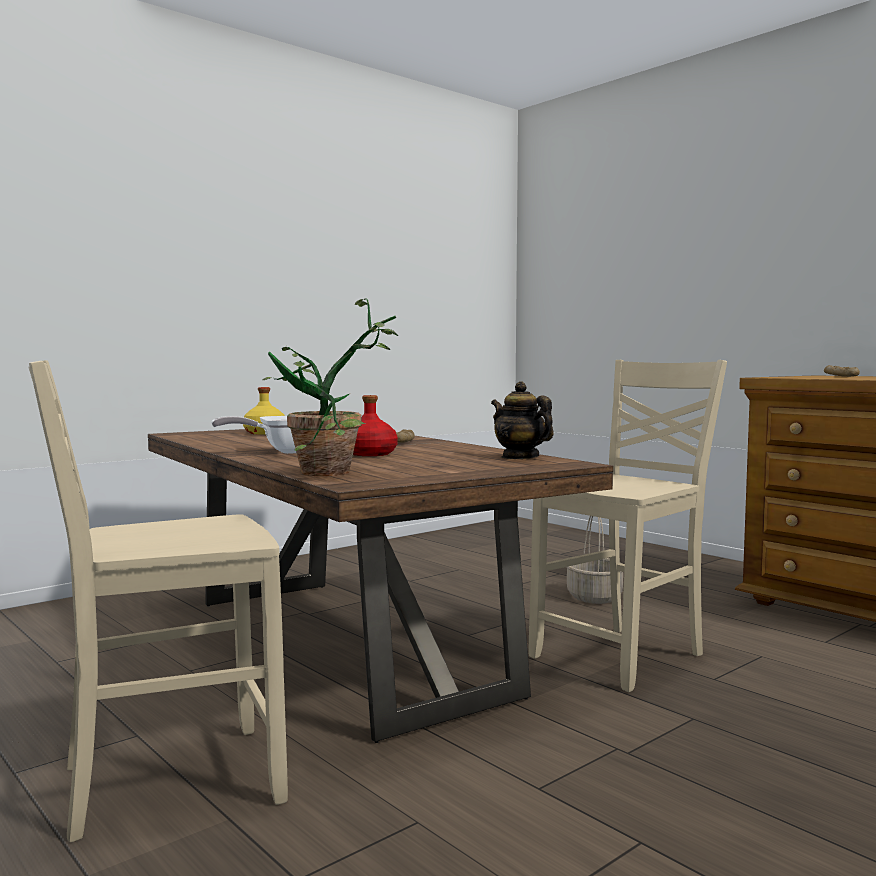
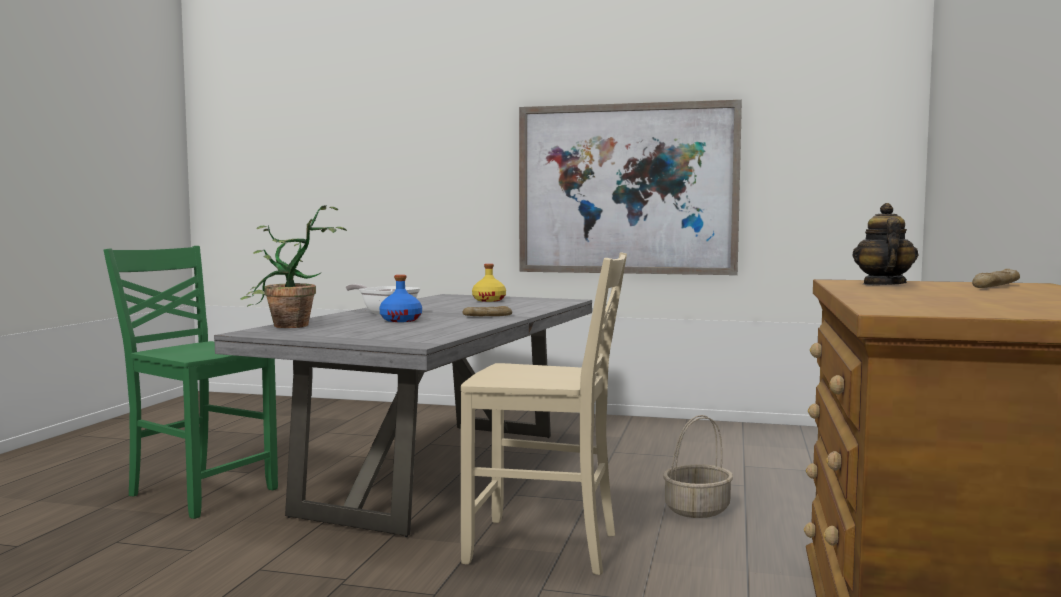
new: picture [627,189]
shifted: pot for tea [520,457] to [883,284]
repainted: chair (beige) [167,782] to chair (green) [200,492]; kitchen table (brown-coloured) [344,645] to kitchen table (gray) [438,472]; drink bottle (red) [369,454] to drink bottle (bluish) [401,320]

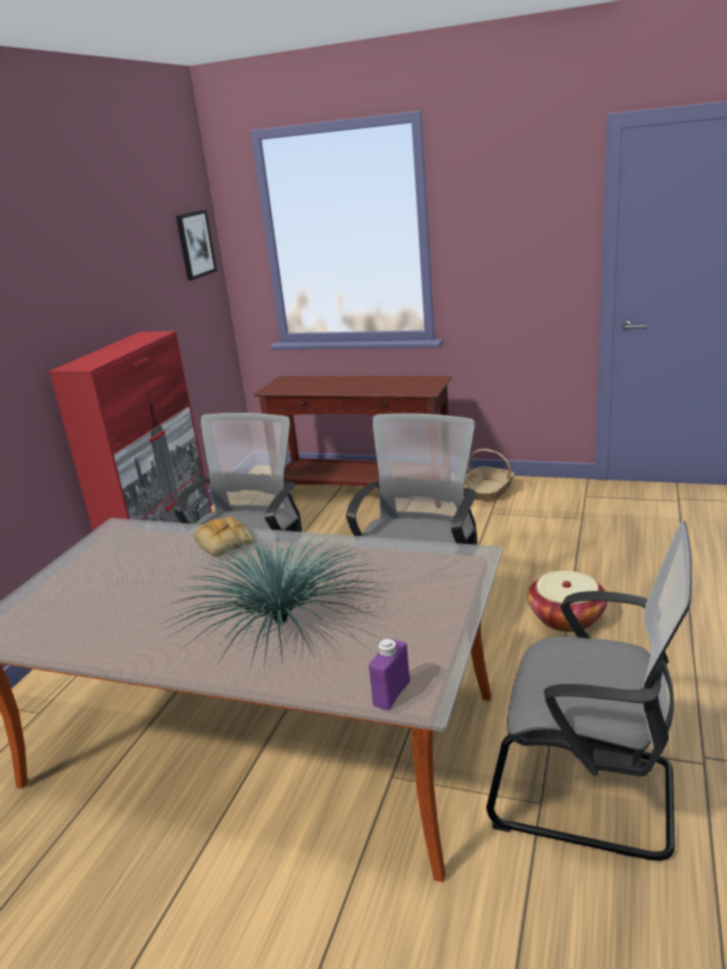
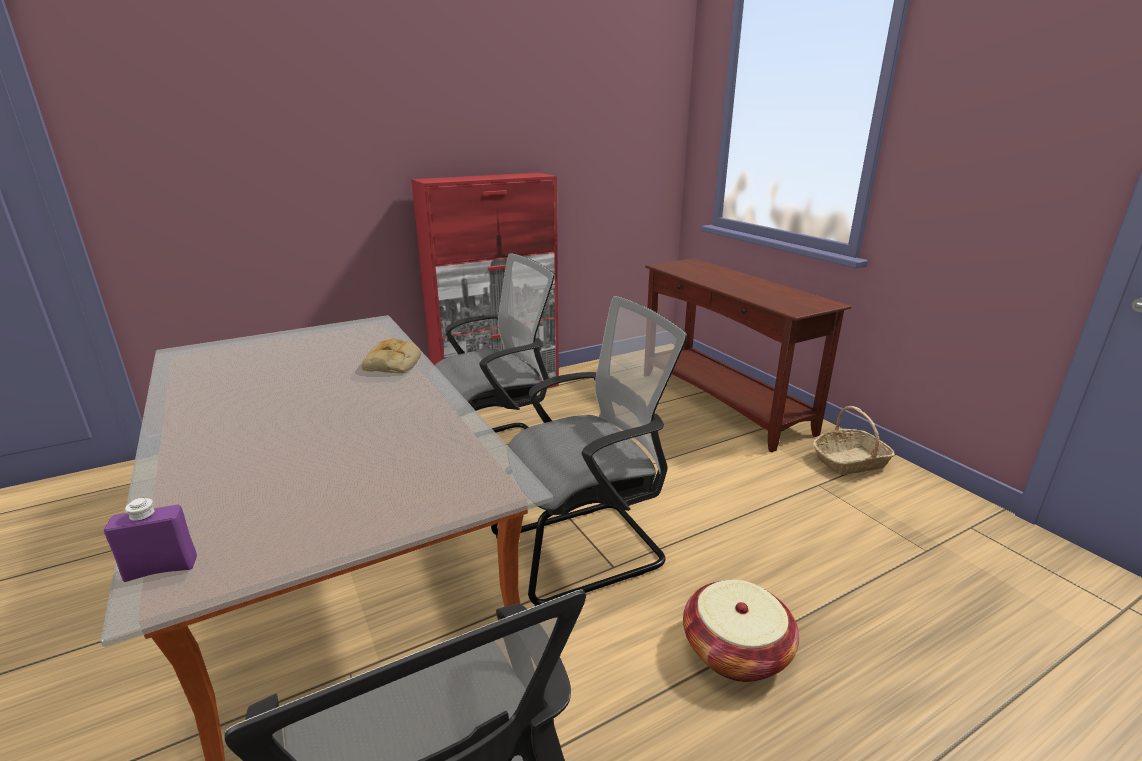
gone: plant in a pot [279,621]; picture [195,244]

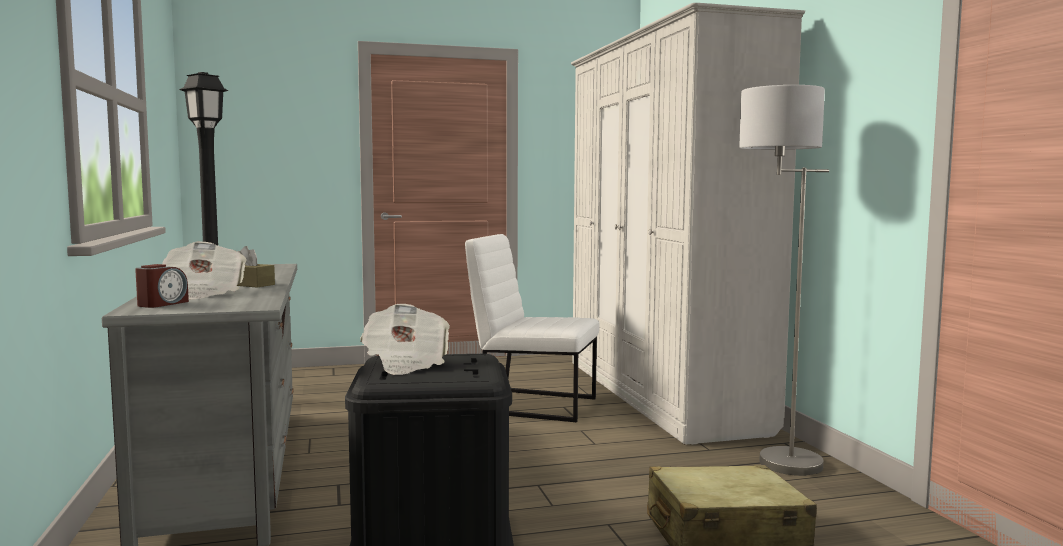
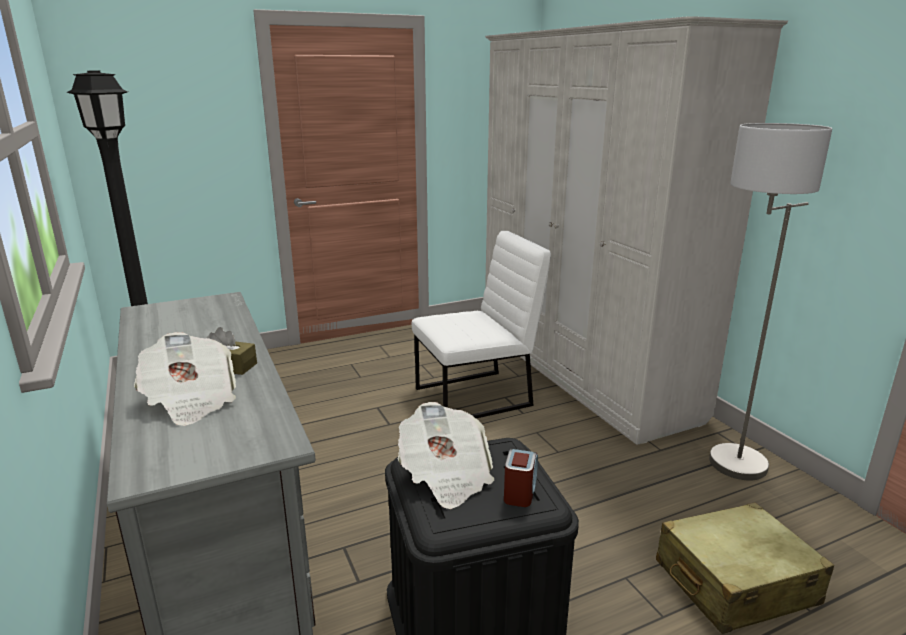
shifted: bedside clock [162,304] to [520,491]
rotated: chair (whitish) [533,404] = [476,396] 150 degrees clockwise

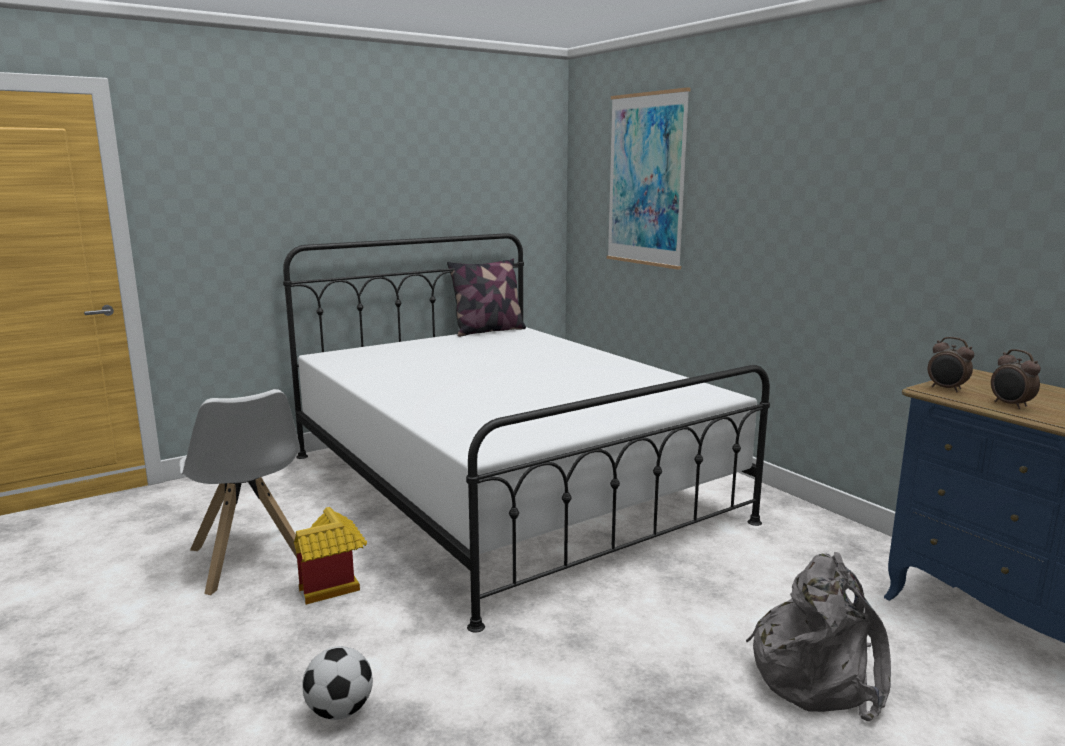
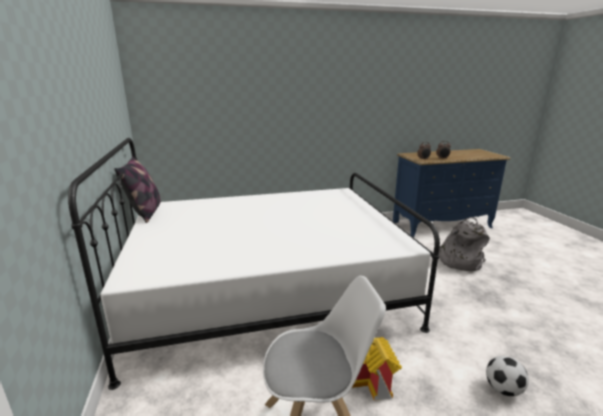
gone: picture [646,180]

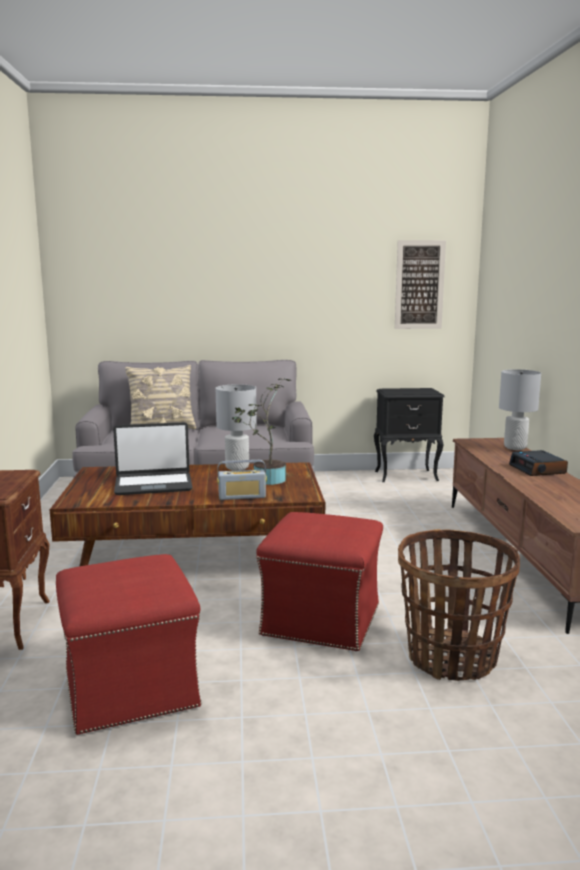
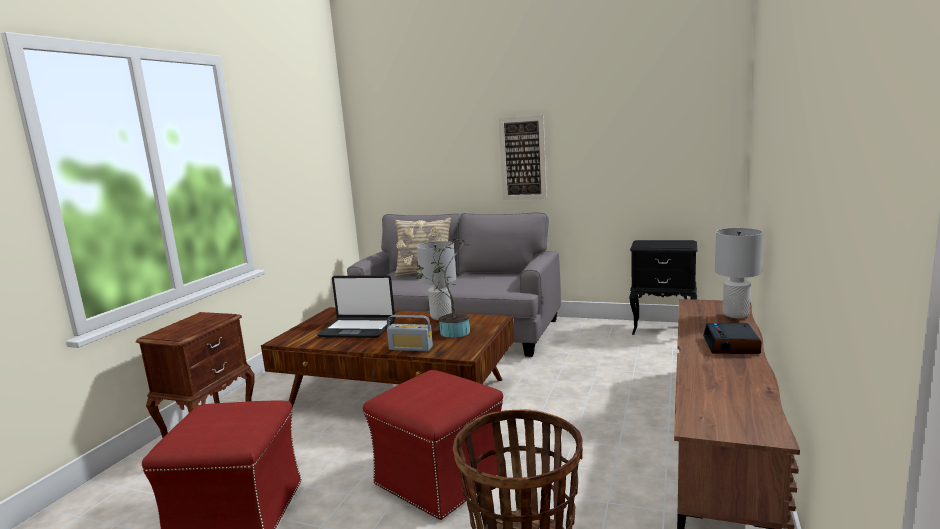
shifted: picture [419,285] to [522,158]

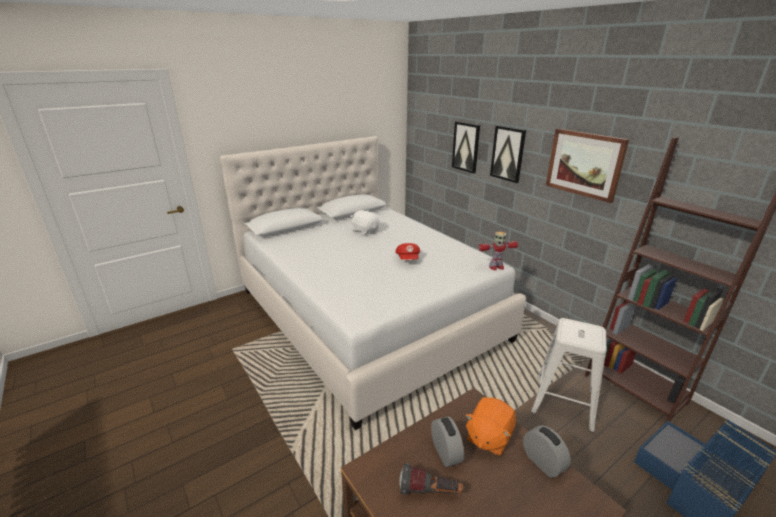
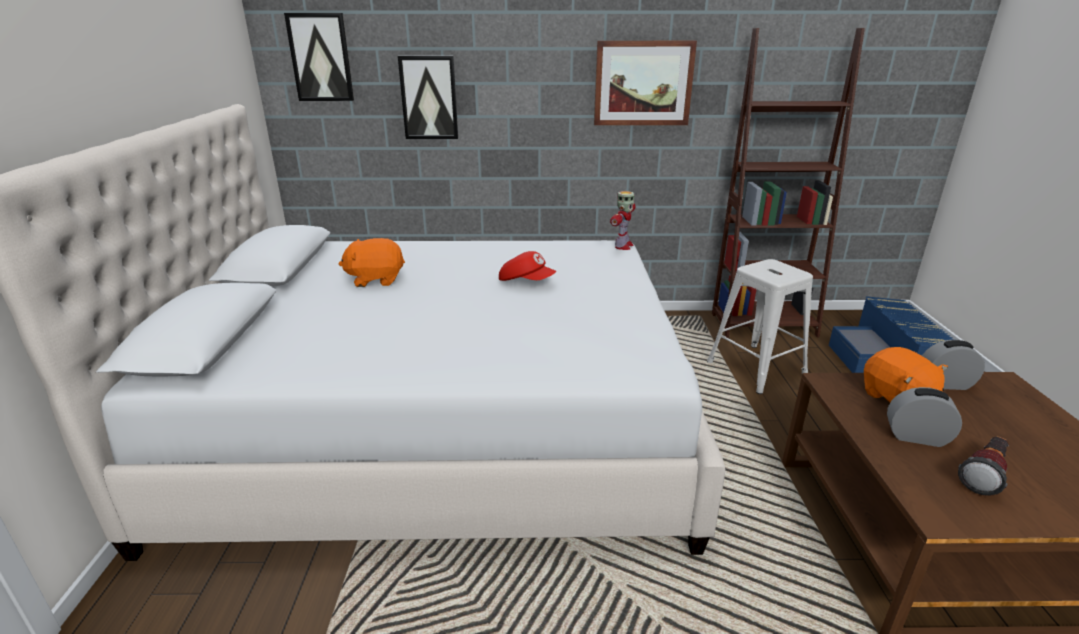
shifted: picture [508,154] to [321,57]
repainted: soft toy (whitish) [365,231] to soft toy (orangey) [376,279]

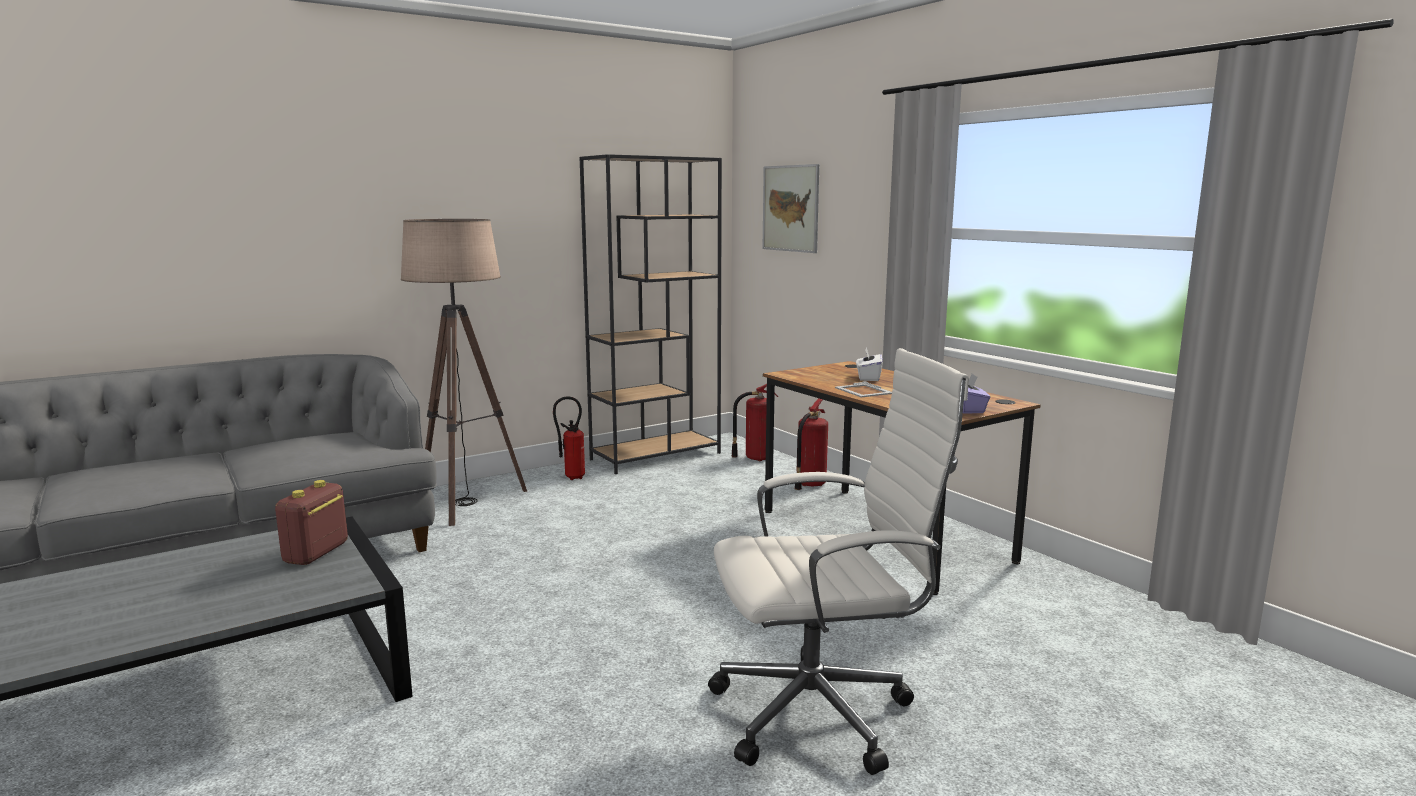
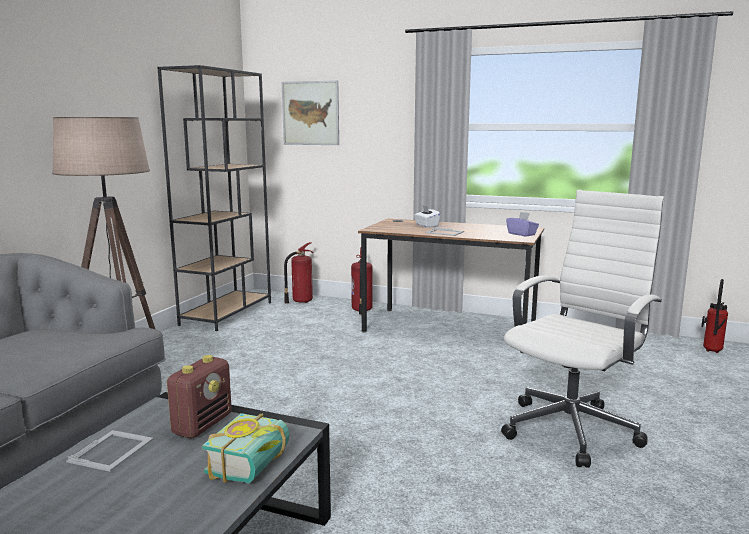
new: photo frame [112,450]; book [256,466]
shifted: fire-fighting cylinder [571,478] to [711,351]
rotated: radio [316,554] = [202,425] 135 degrees counterclockwise

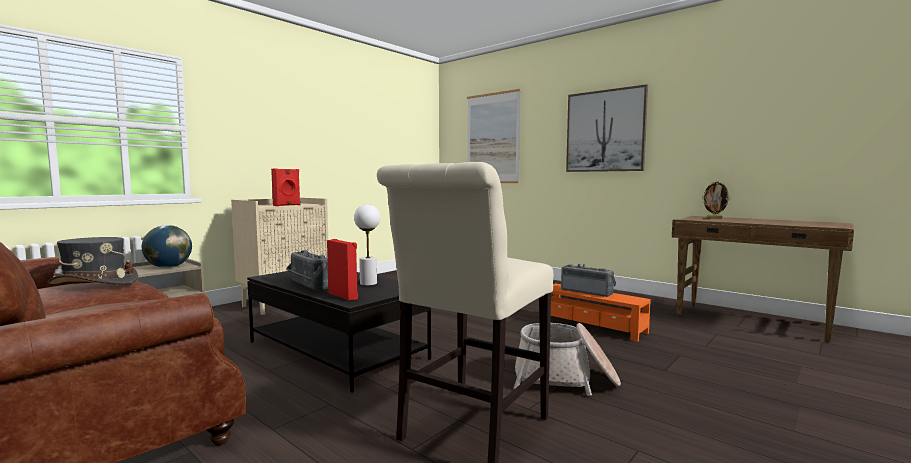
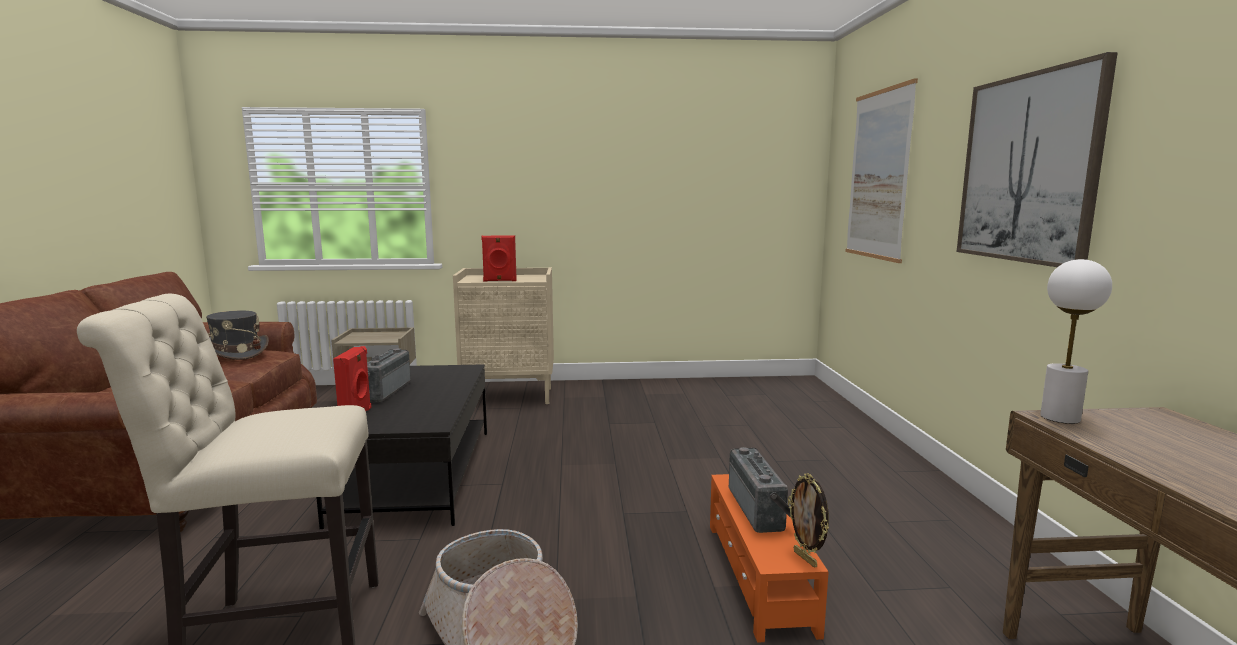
gone: globe [168,267]
shifted: photo frame [714,218] to [806,559]; table lamp (whitish) [368,283] to [1060,418]

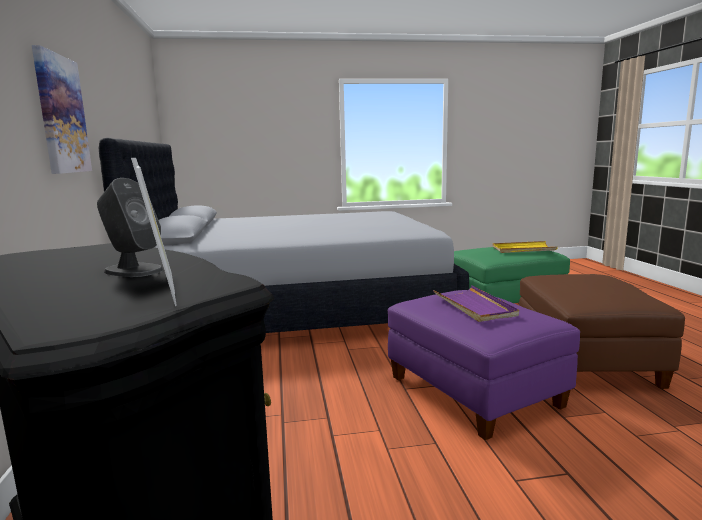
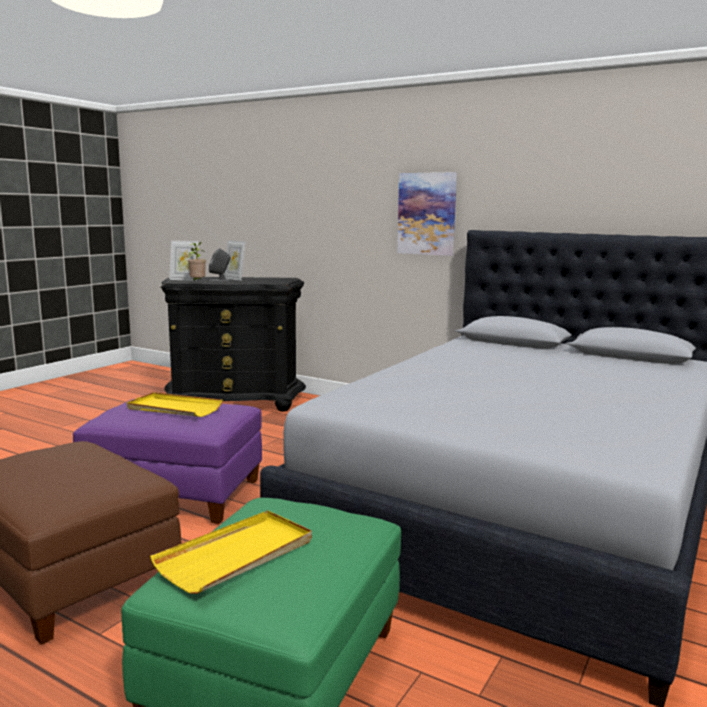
new: plant in a pot [197,282]; photo frame [234,279]
repainted: tray (purplish) [474,306] to tray (yellow) [174,408]

